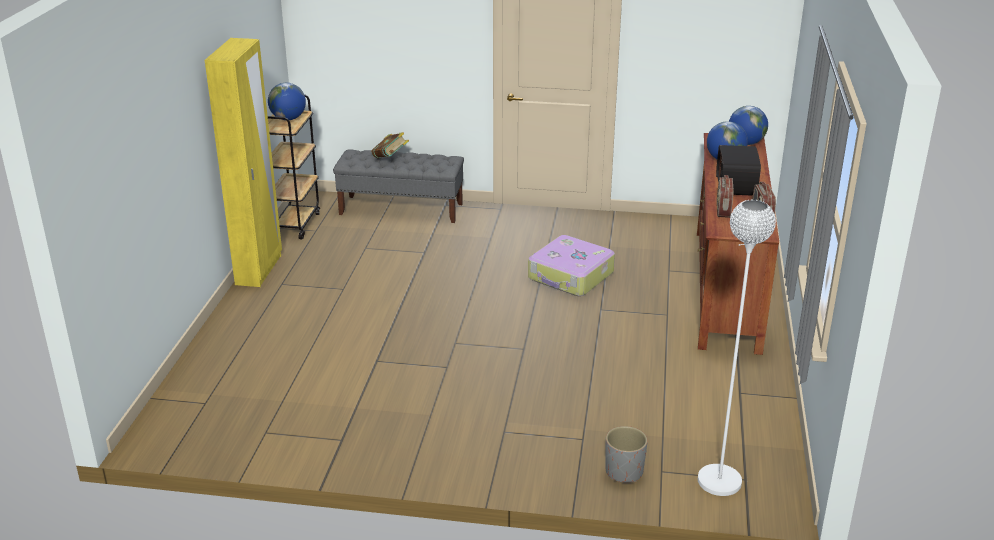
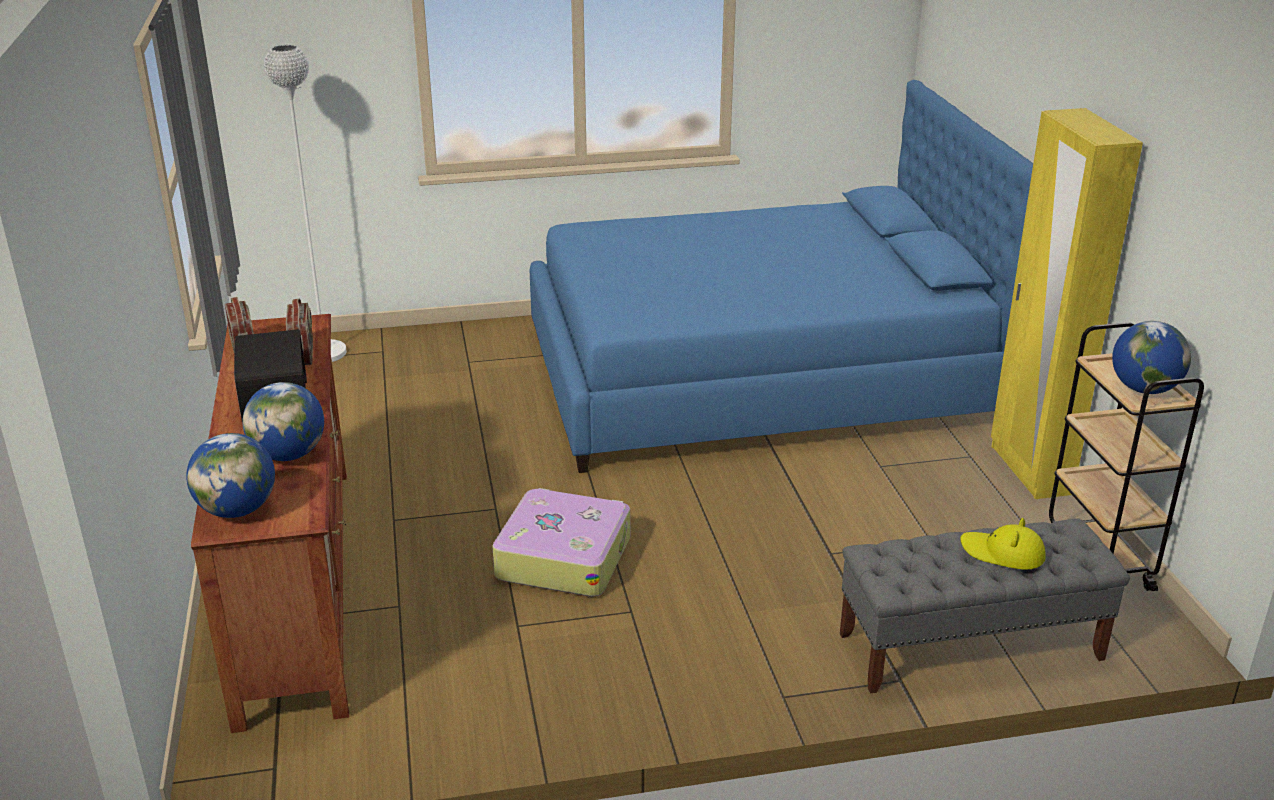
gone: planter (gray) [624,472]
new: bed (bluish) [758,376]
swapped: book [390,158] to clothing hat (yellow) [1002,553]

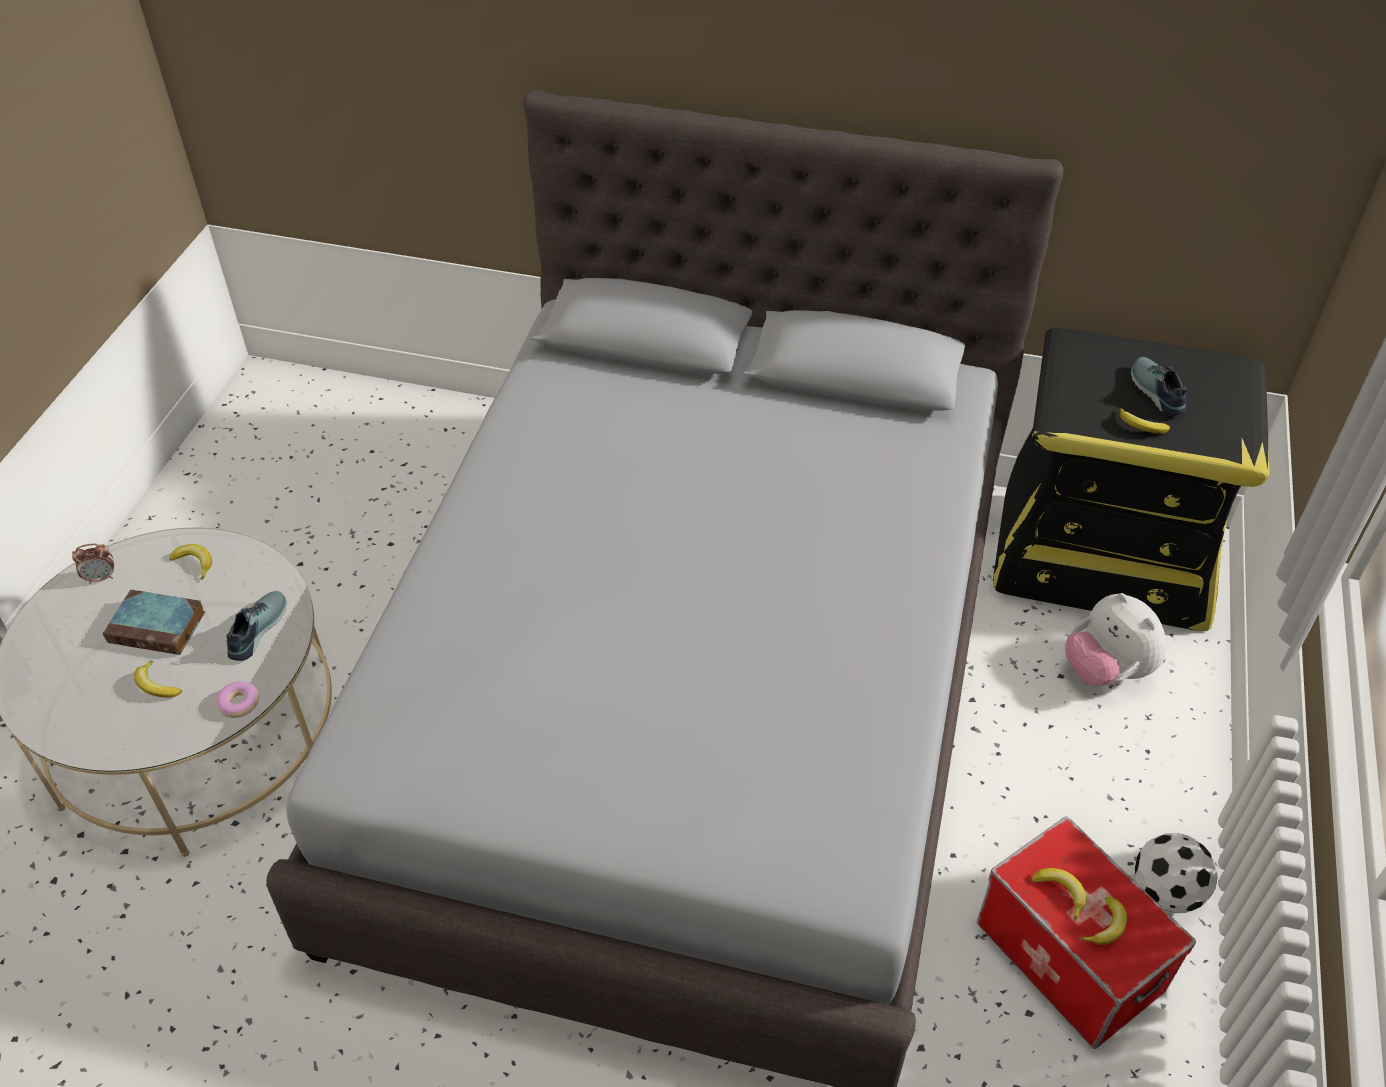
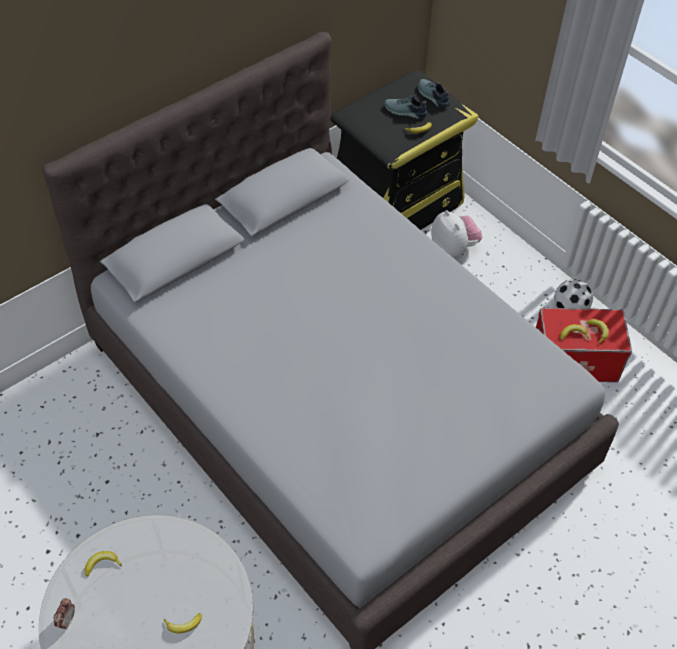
gone: book [159,627]; ring doughnut [239,703]
shifted: shoe [255,629] to [432,96]
rotated: soft toy [1106,670] = [453,249] 120 degrees counterclockwise

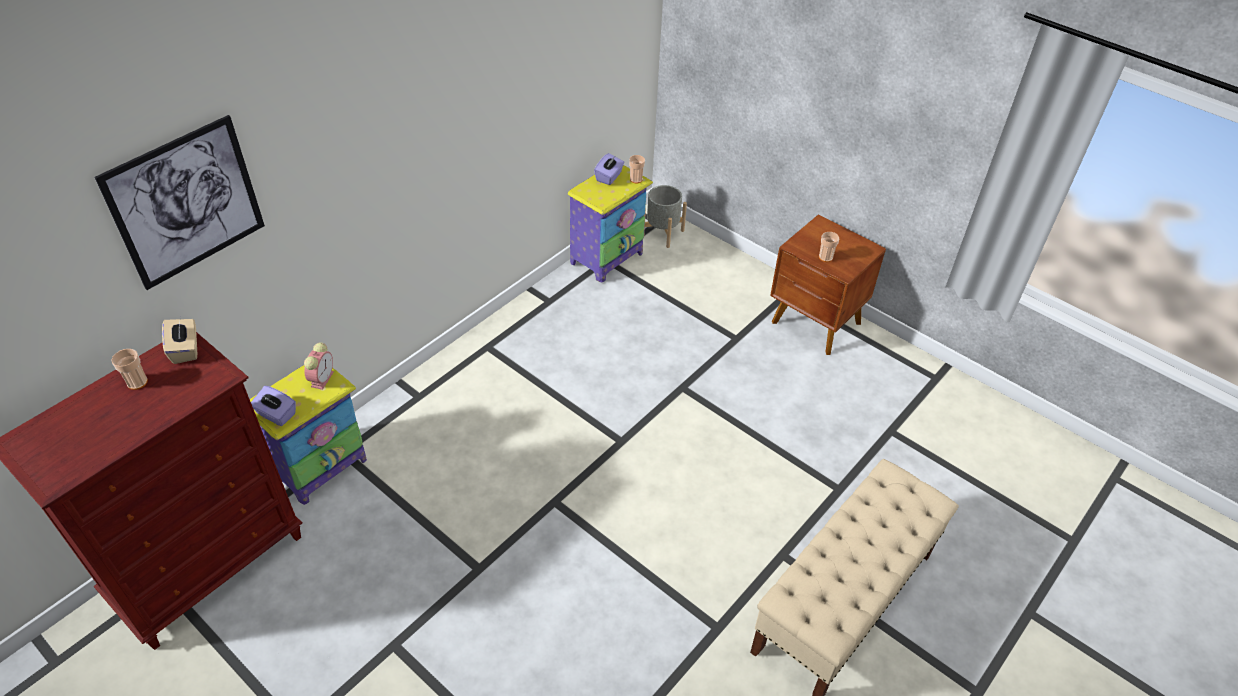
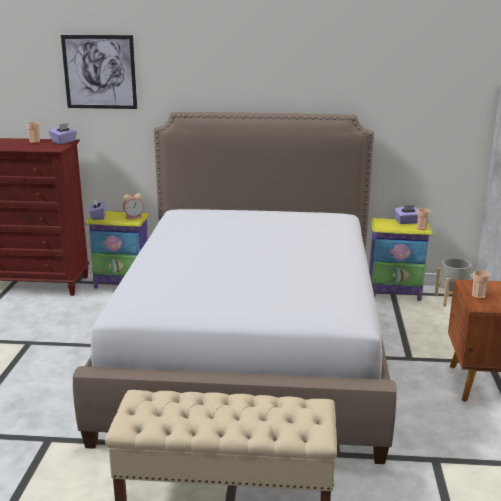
new: bed [250,350]
repainted: box of tissues (beige) [186,349] to box of tissues (purplish) [64,142]

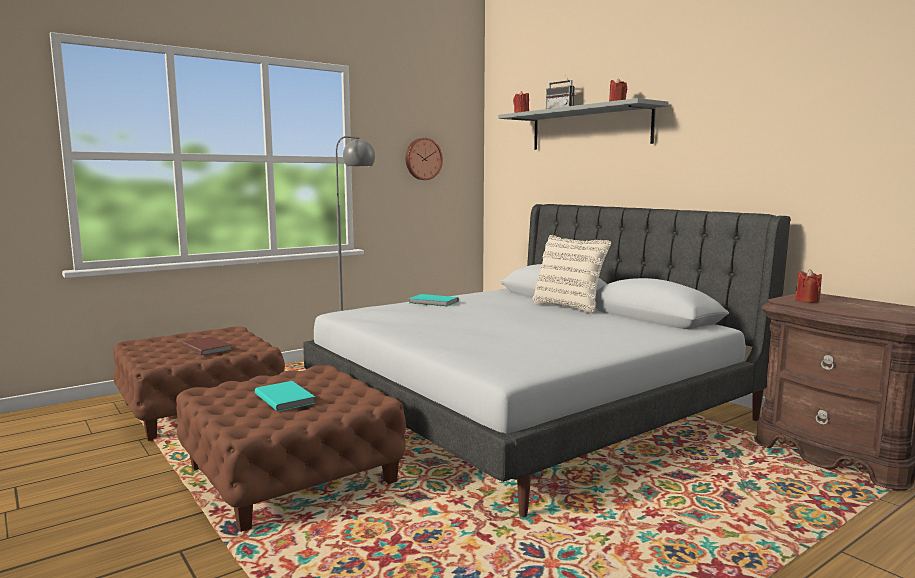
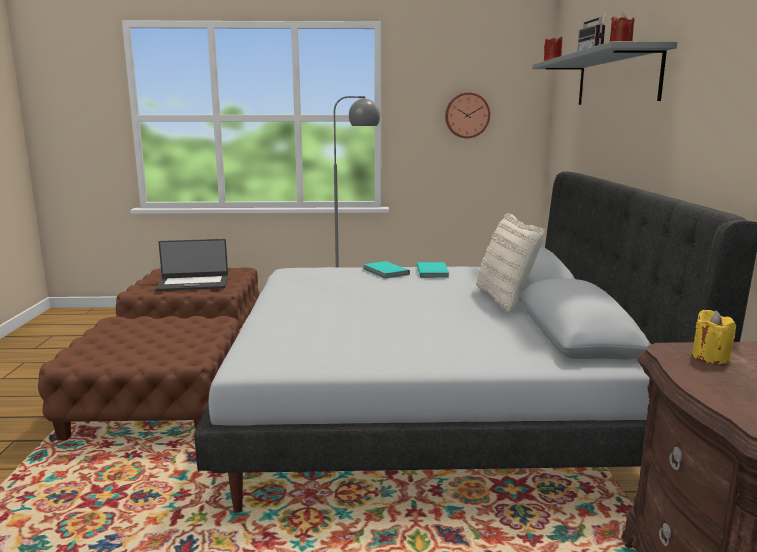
shifted: book (turquoise-coloured) [286,398] to [433,272]
swapped: book (brown-coloured) [207,348] to notebook computer [193,284]
repainted: candle (red) [807,300] to candle (yellow) [710,357]

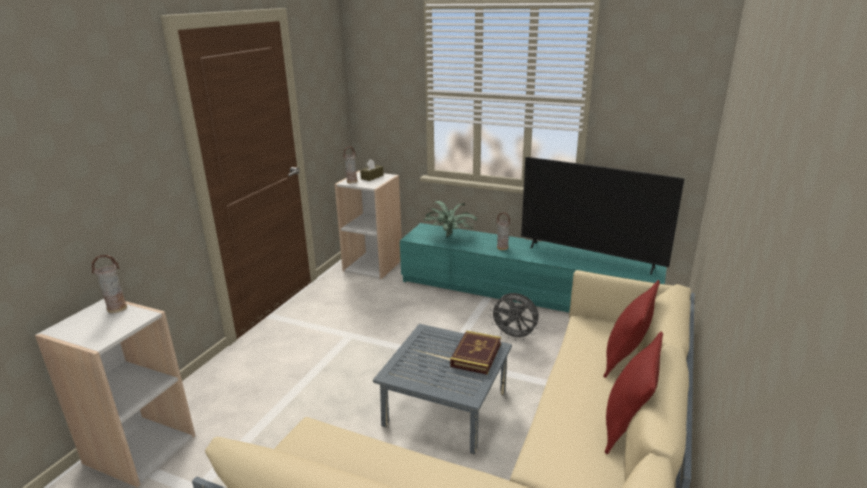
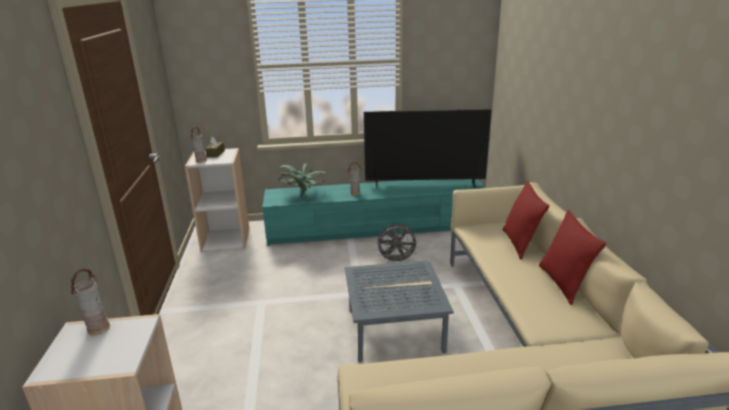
gone: book [476,355]

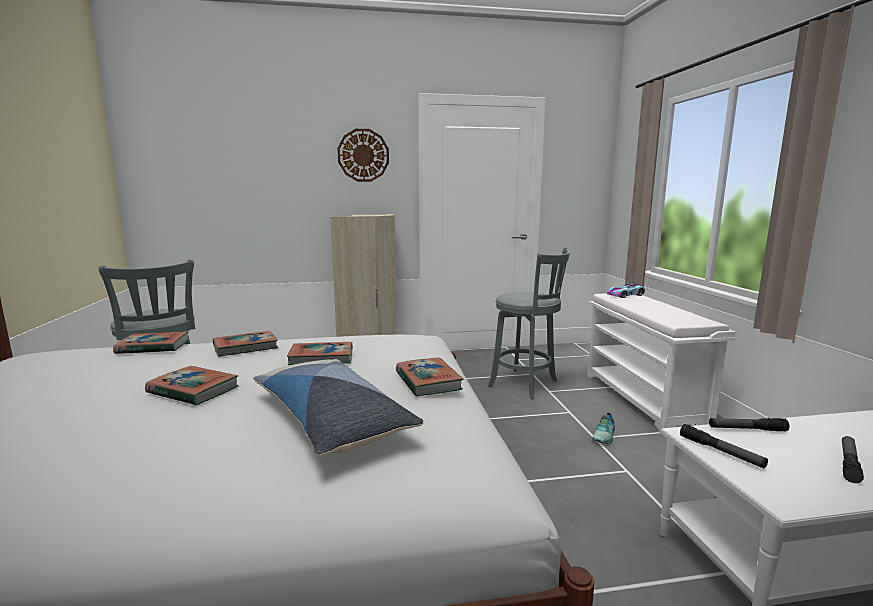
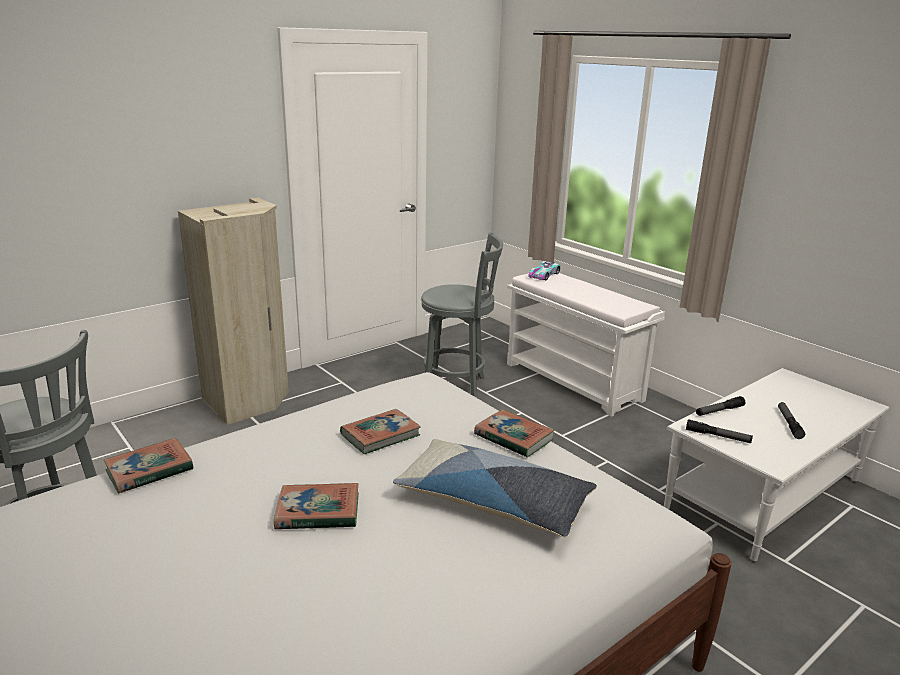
gone: book [245,347]; wall clock [363,155]; shoe [605,436]

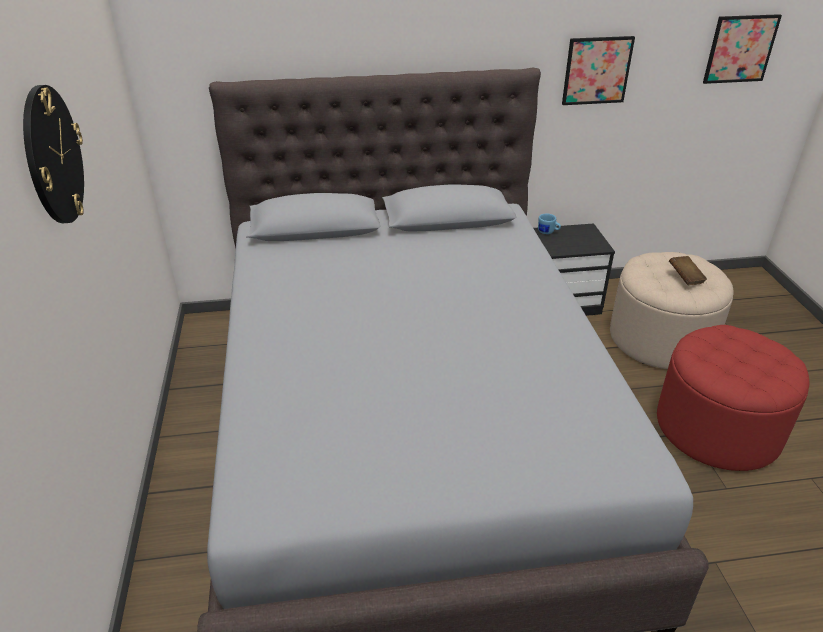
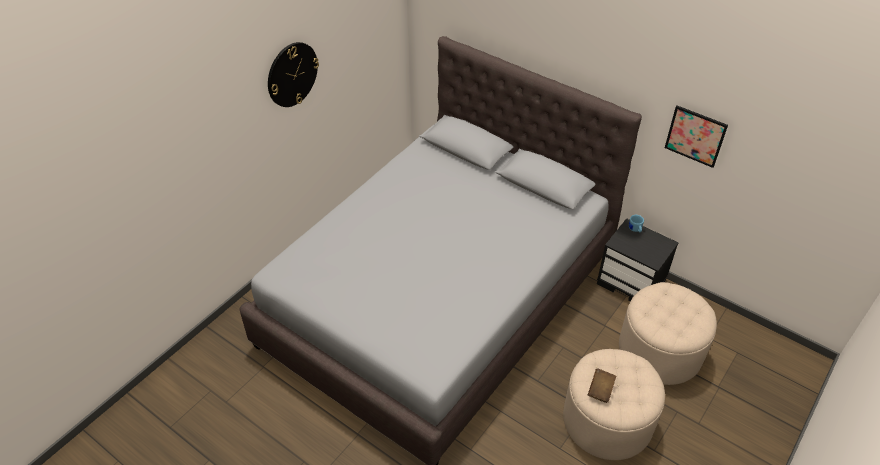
gone: picture [740,49]
shifted: book (brown-coloured) [685,278] to [600,390]
repainted: ottoman (red) [717,428] to ottoman (beige) [607,420]

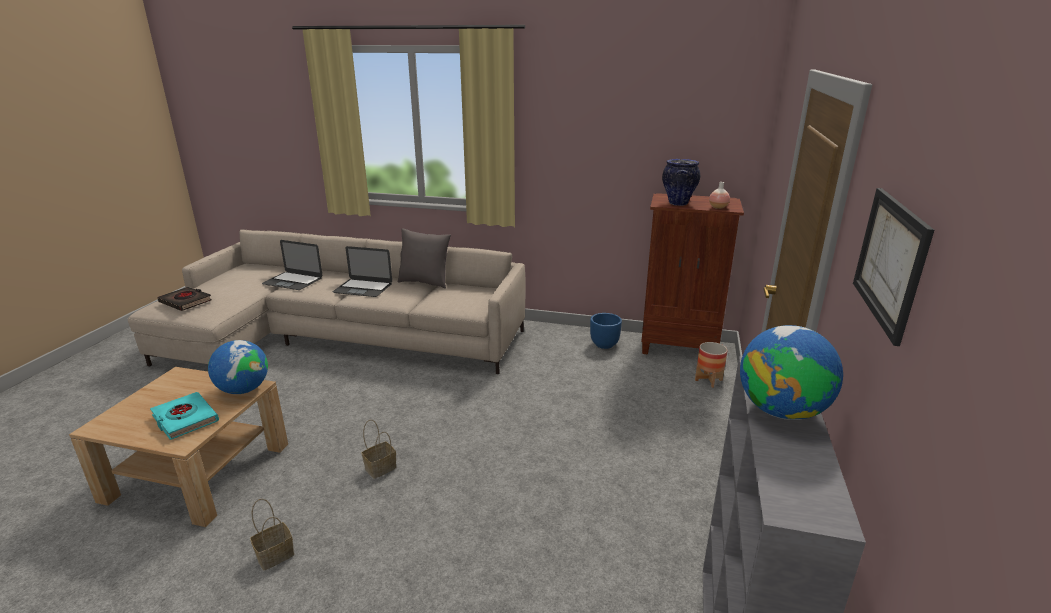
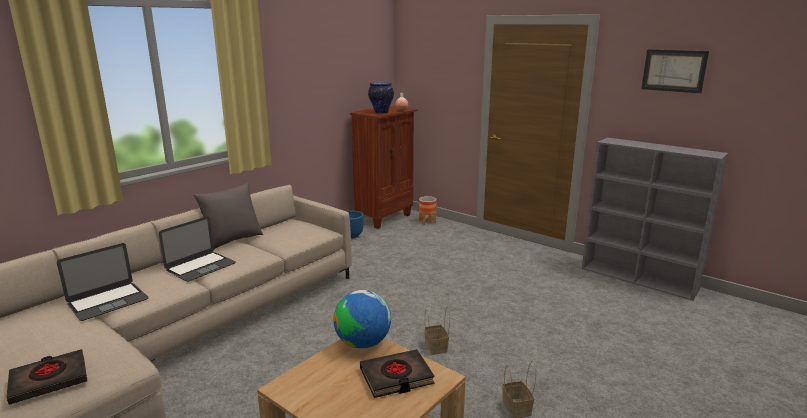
gone: globe [782,411]
repainted: book (turquoise-coloured) [185,419] to book (black-coloured) [396,377]

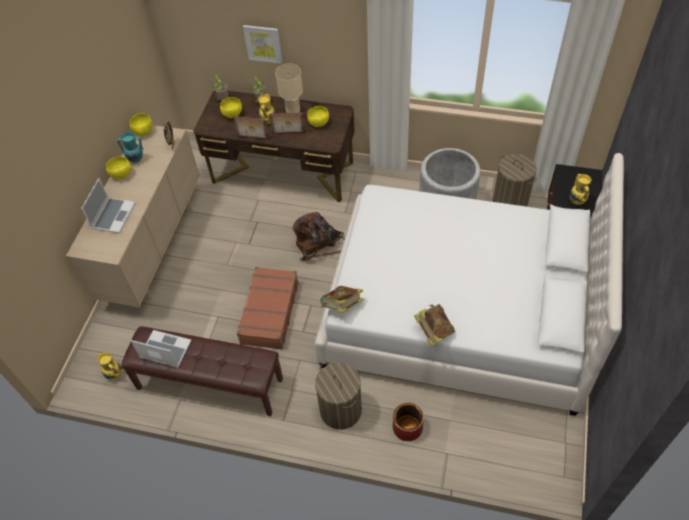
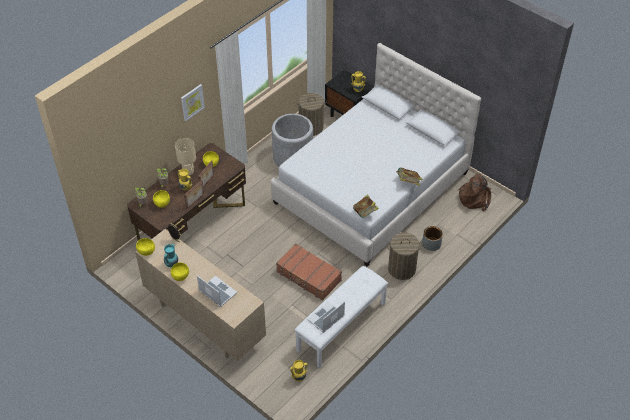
shifted: picture [263,43] to [192,102]; backpack (brown-coloured) [319,244] to [475,198]
repainted: indoor bench (brown-coloured) [209,384] to indoor bench (whitish) [341,327]; planter (red) [407,428] to planter (gray) [431,244]

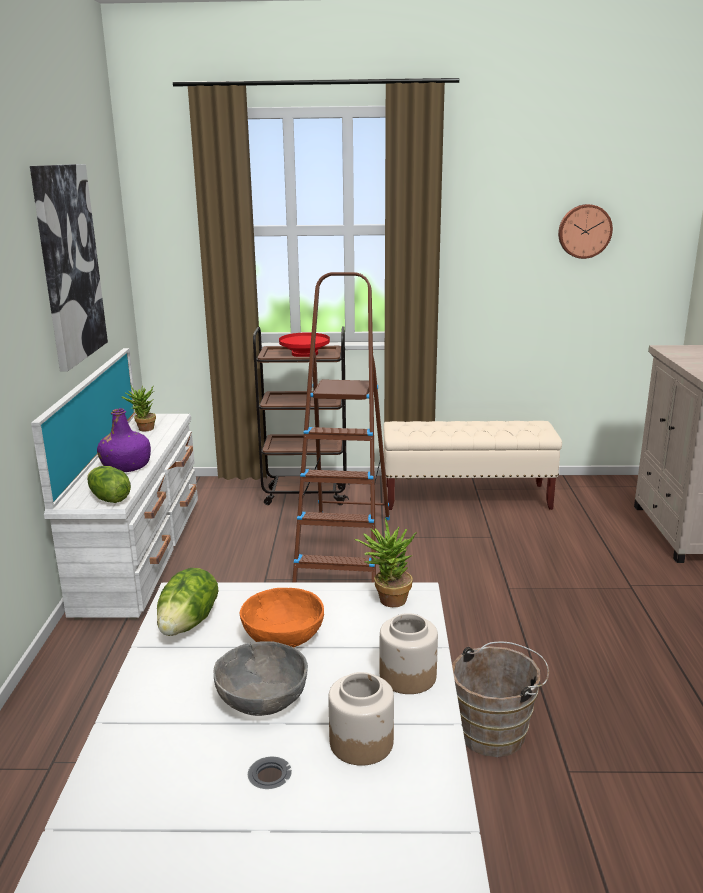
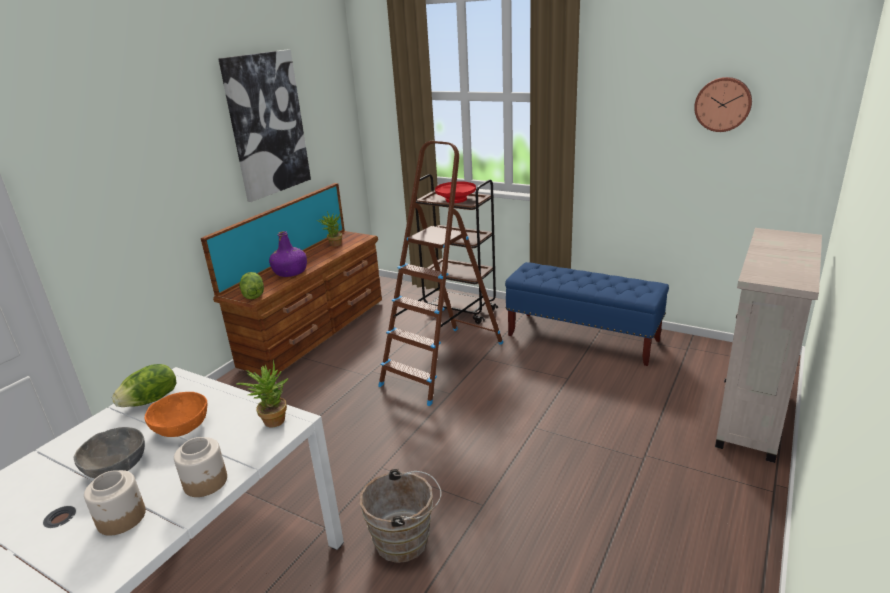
repainted: dresser (whitish) [142,555] to dresser (brown-coloured) [317,334]; indoor bench (beige) [467,498] to indoor bench (bluish) [582,338]

